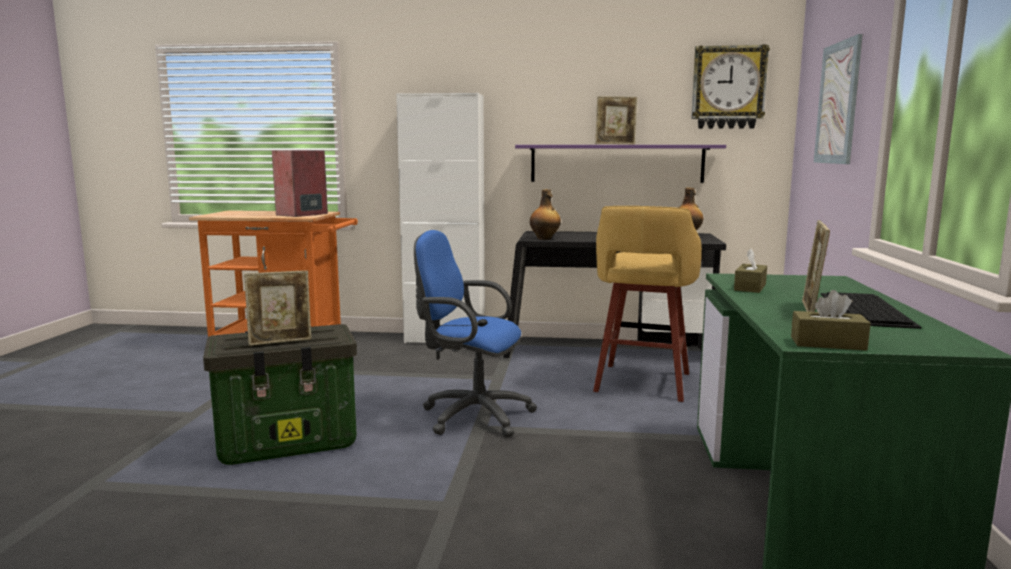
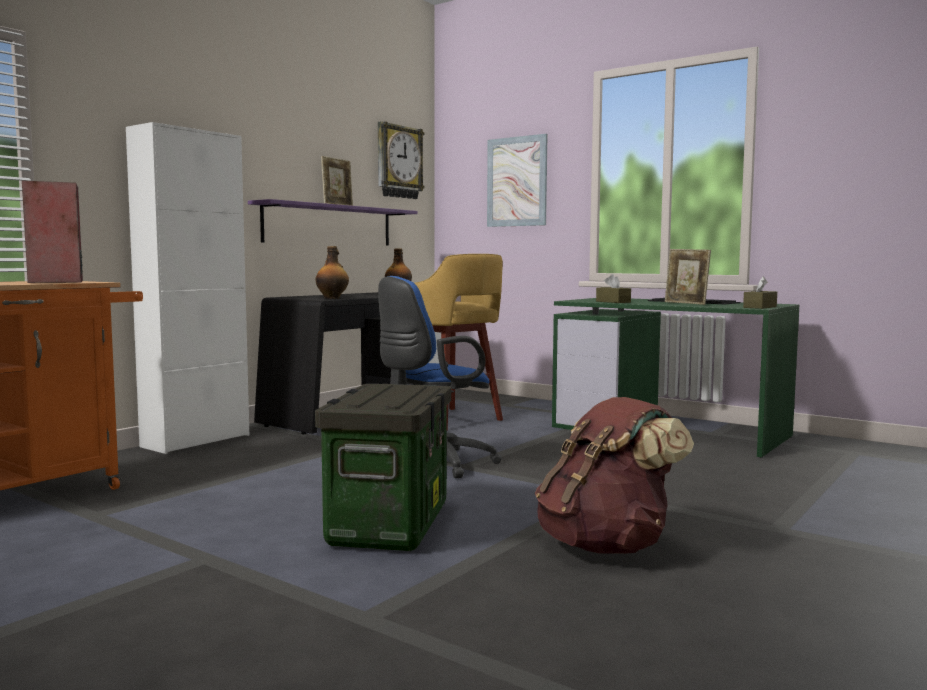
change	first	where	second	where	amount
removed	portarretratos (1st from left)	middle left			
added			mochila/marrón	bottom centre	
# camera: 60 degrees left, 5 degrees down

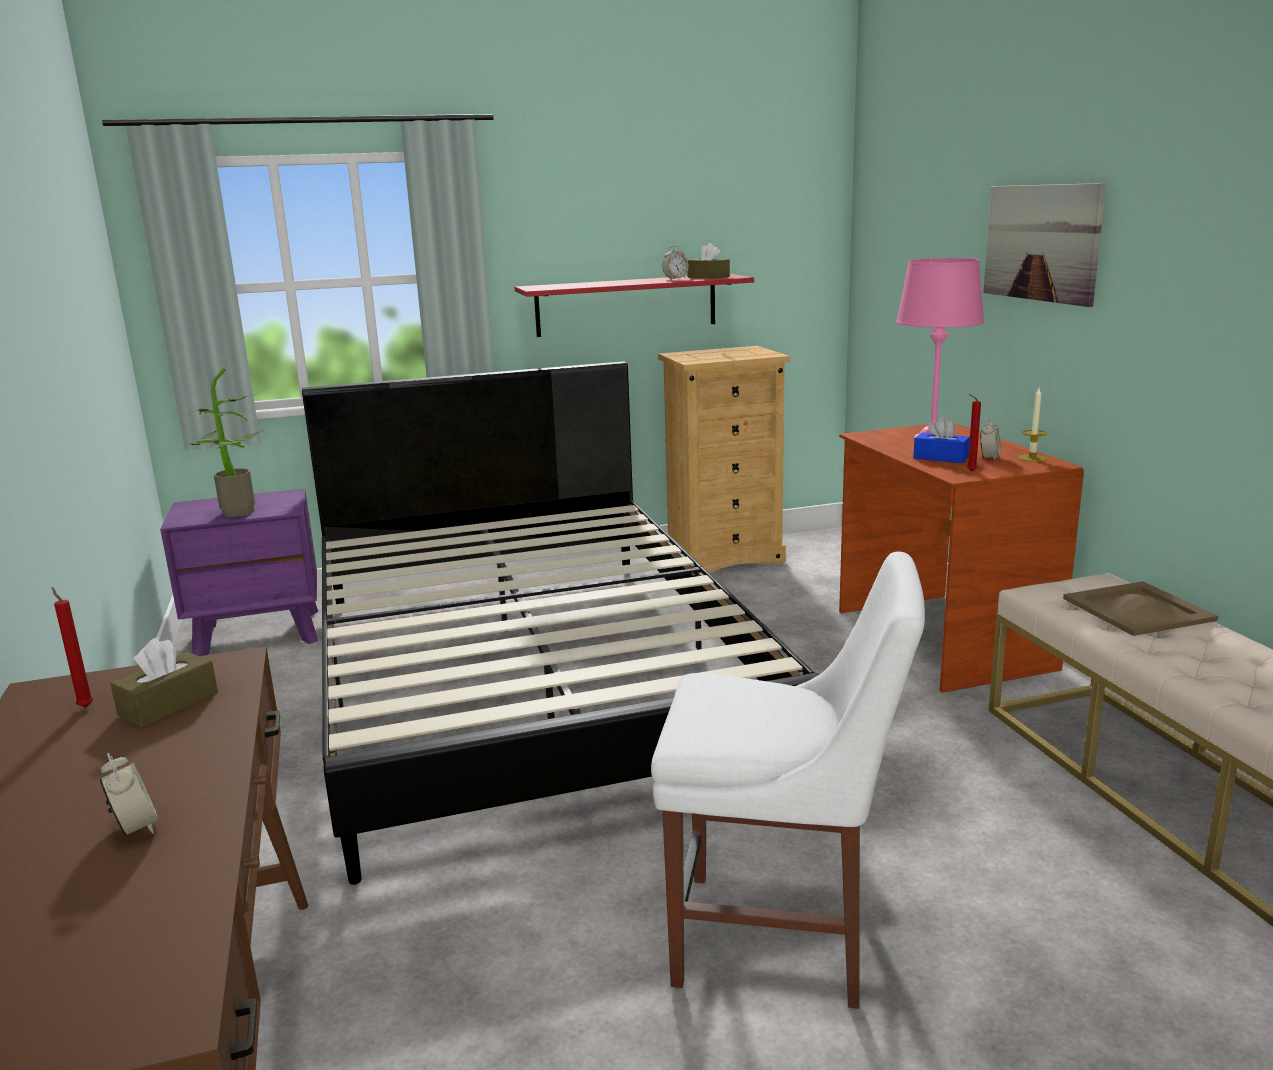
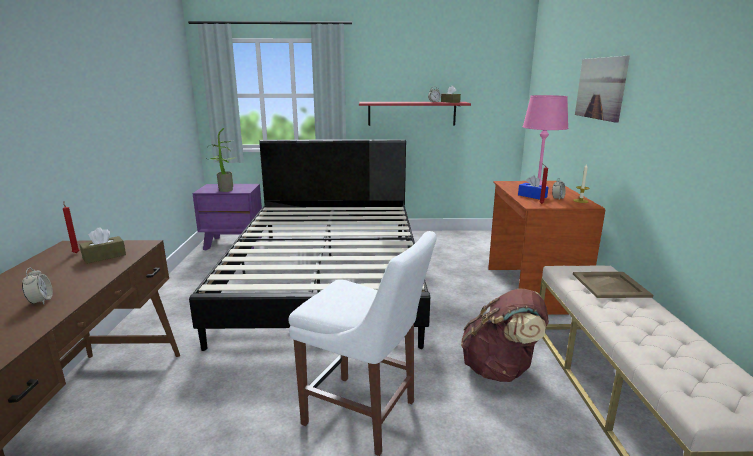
change	first	where	second	where	amount
removed	cómoda/beis	centre			
added			mochila/marrón	bottom right	
# camera: 15 degrees right, 0 degrees up

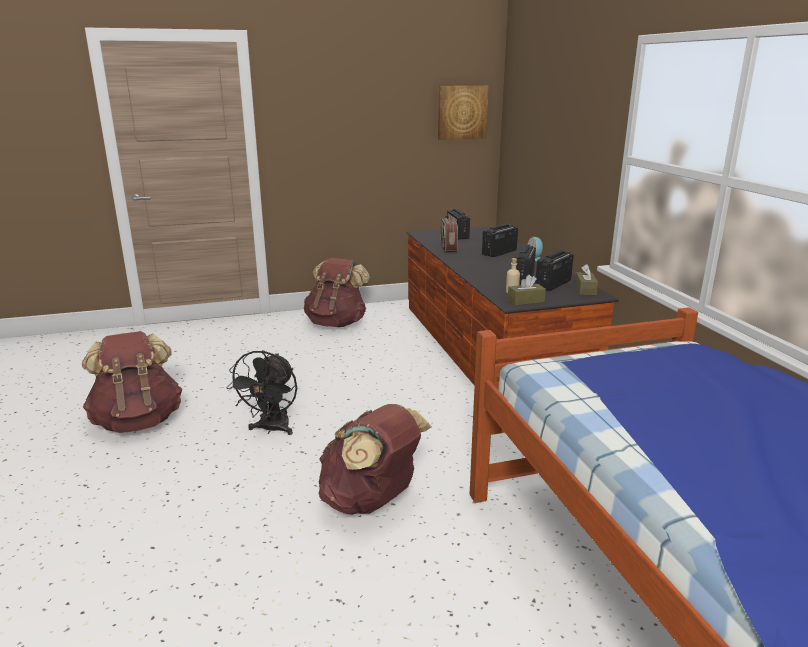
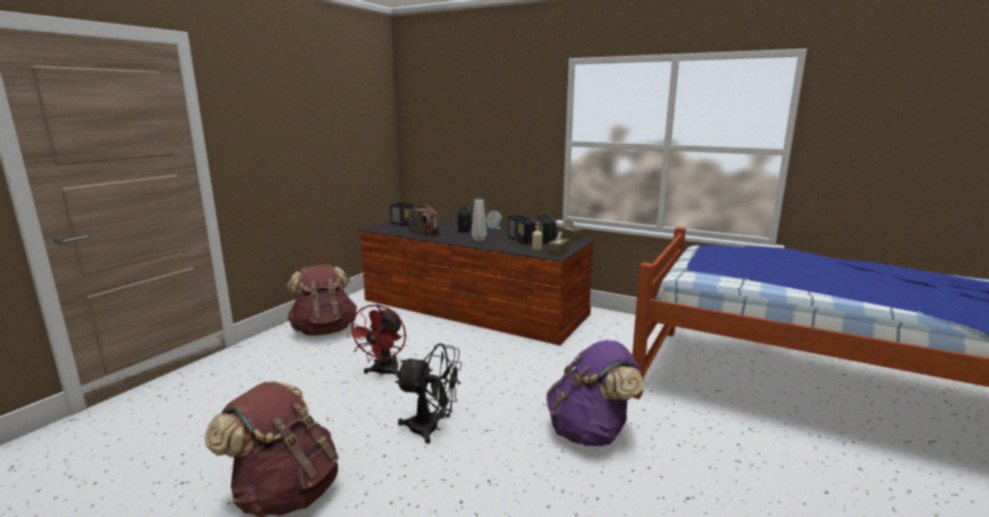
change	first	where	second	where	amount
turned	ventilador/negro	middle left		bottom centre	45 degrees counterclockwise
recoloured	mochila/marrón (3rd from left)	bottom centre	mochila/morado	bottom centre	
removed	cuadro	top centre			
added			ventilador/rojo	centre	
added			florero/gris	centre	
# camera: 45 degrees left, 5 degrees down

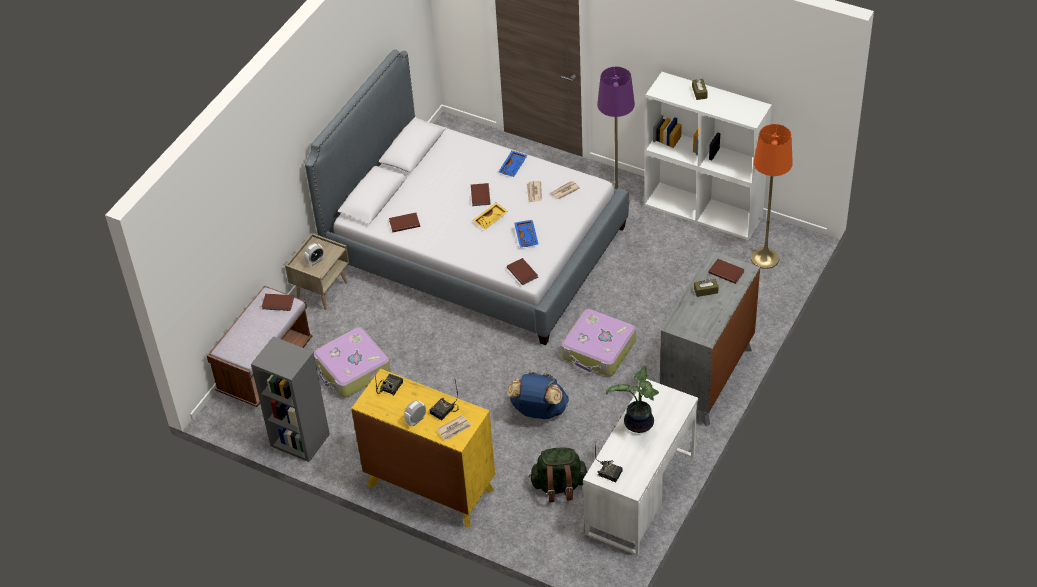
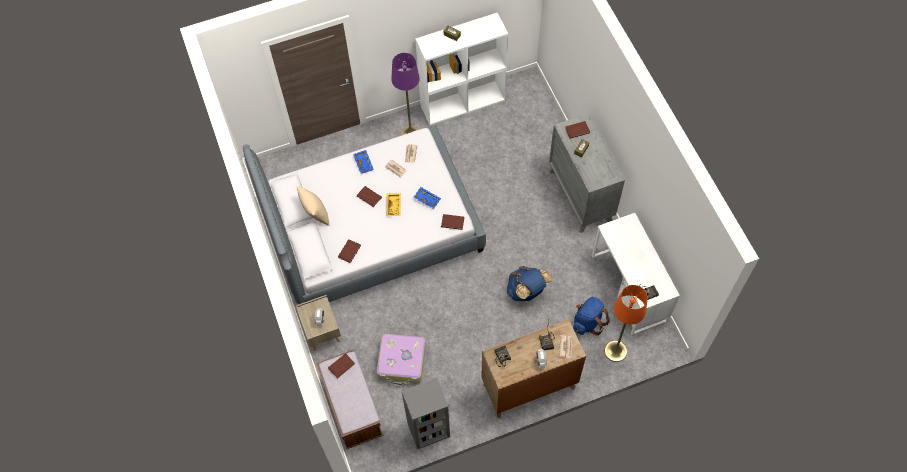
change	first	where	second	where	amount
recoloured	cómoda/amarillo	bottom centre	cómoda/marrón	bottom centre	
recoloured	mochila/verde	bottom centre	mochila/azul (2nd from left)	bottom centre	
removed	maleta (2nd from left)	centre			
removed	planta en maceta	bottom centre			
moved	lámpara de pie/naranja	middle right		bottom right	
added			cojín/beis	centre	
# camera: 50 degrees left, 15 degrees up

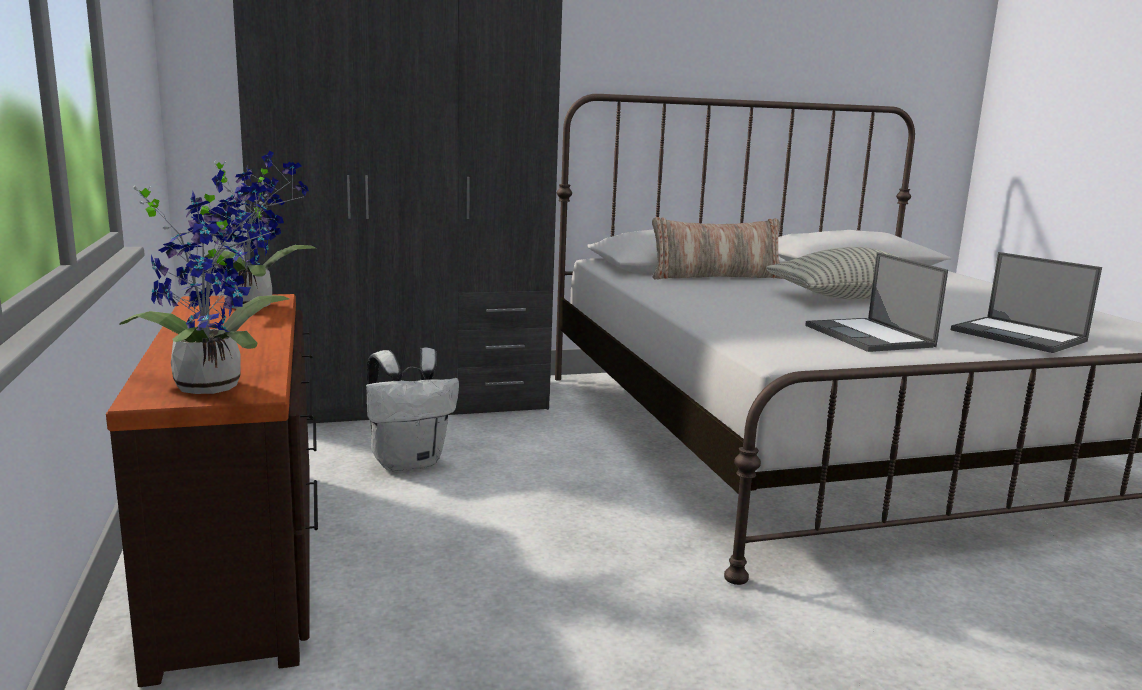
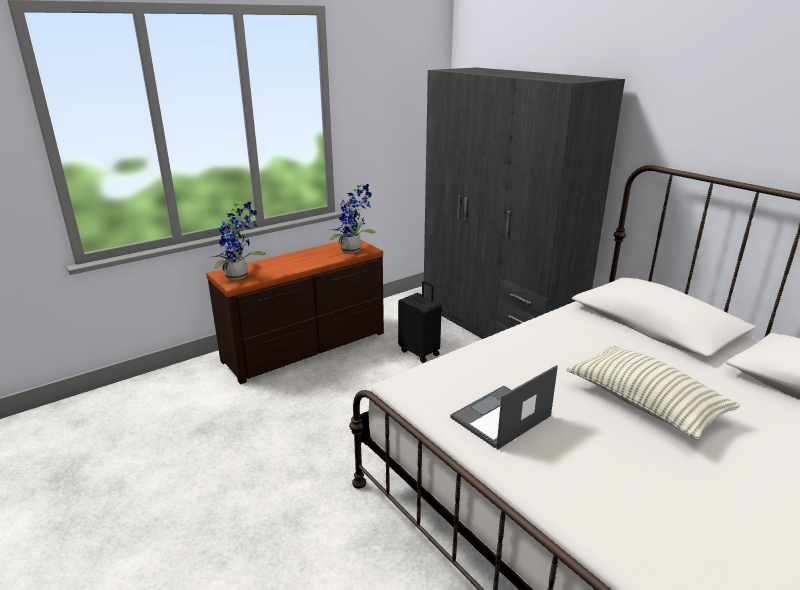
change	first	where	second	where	amount
replaced	mochila/blanco	centre	maleta/negro	centre	
removed	cojín (1st from left)	centre			
removed	portátil (2nd from left)	middle right			
# camera: 70 degrees right, 10 degrees up

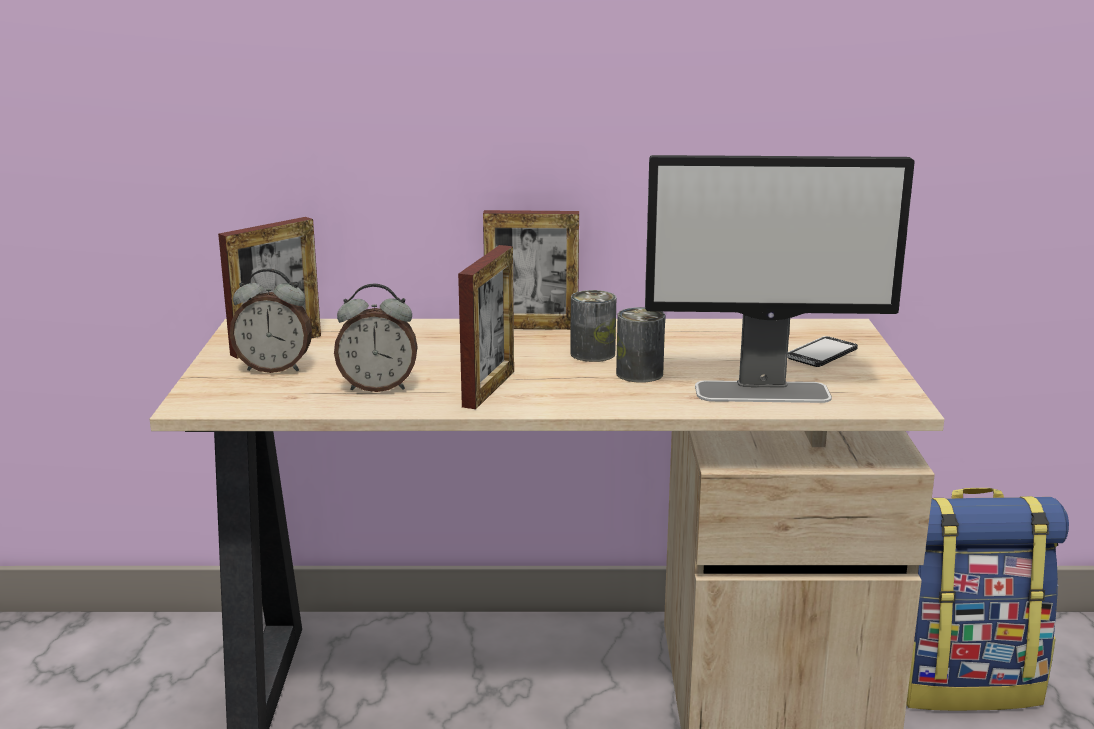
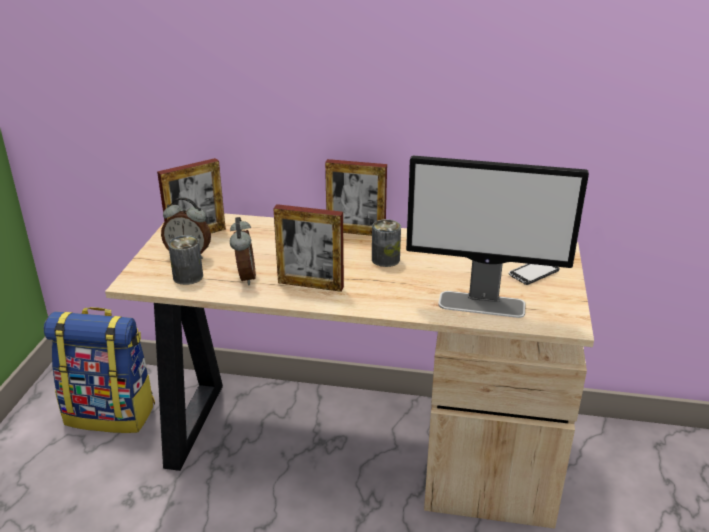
change	first	where	second	where	amount
turned	despertador (2nd from left)	centre		centre	105 degrees counterclockwise
turned	portarretratos (2nd from left)	centre		centre	75 degrees clockwise
moved	lata (2nd from left in the first image)	centre	lata (1st from left)	middle left	
moved	mochila	bottom right		bottom left	
# camera: 10 degrees right, 10 degrees up

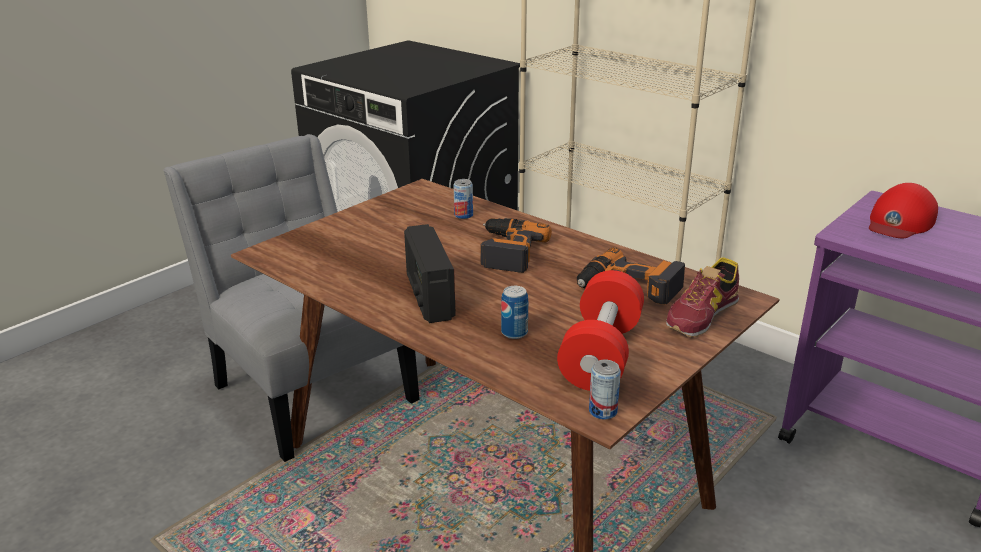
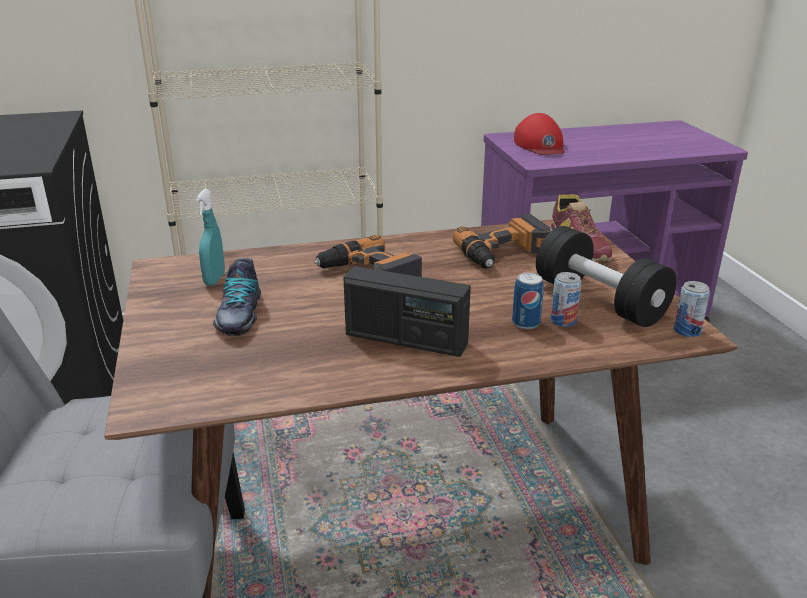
change	first	where	second	where	amount
moved	lata (1st from left in the first image)	centre	lata (2nd from left)	middle right	
recoloured	mancuerna/rojo	centre	mancuerna/negro	middle right	
added			pulverizador/turquesa	middle left	
added			zapato (1st from left)	middle left	
# camera: 55 degrees left, 0 degrees up

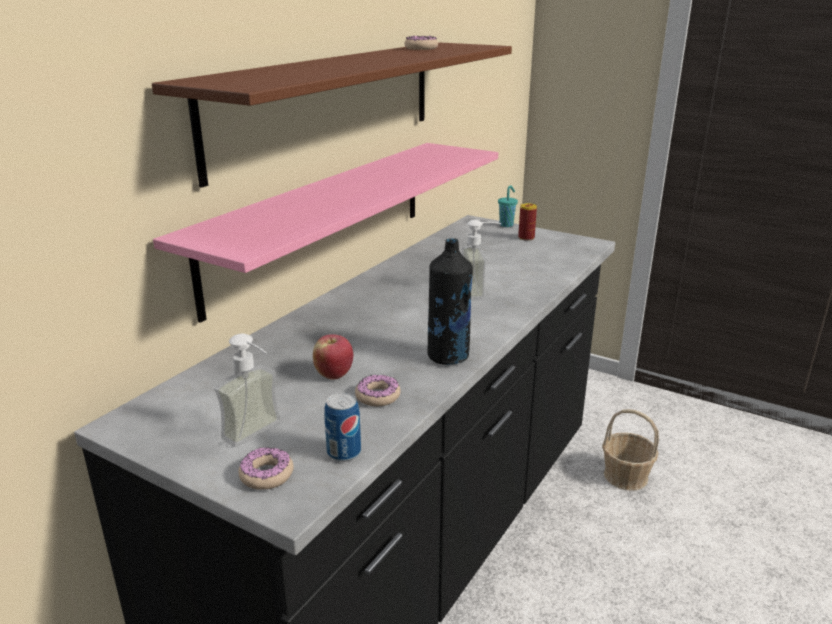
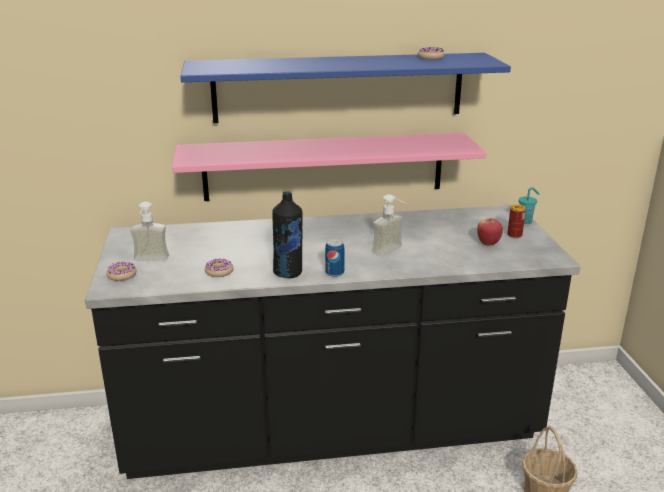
change	first	where	second	where	amount
recoloured	estante/marrón	top centre	estante/azul	top centre	
moved	manzana	centre		middle right	
moved	lata (1st from left)	bottom centre		centre	
# camera: 50 degrees right, 0 degrees up

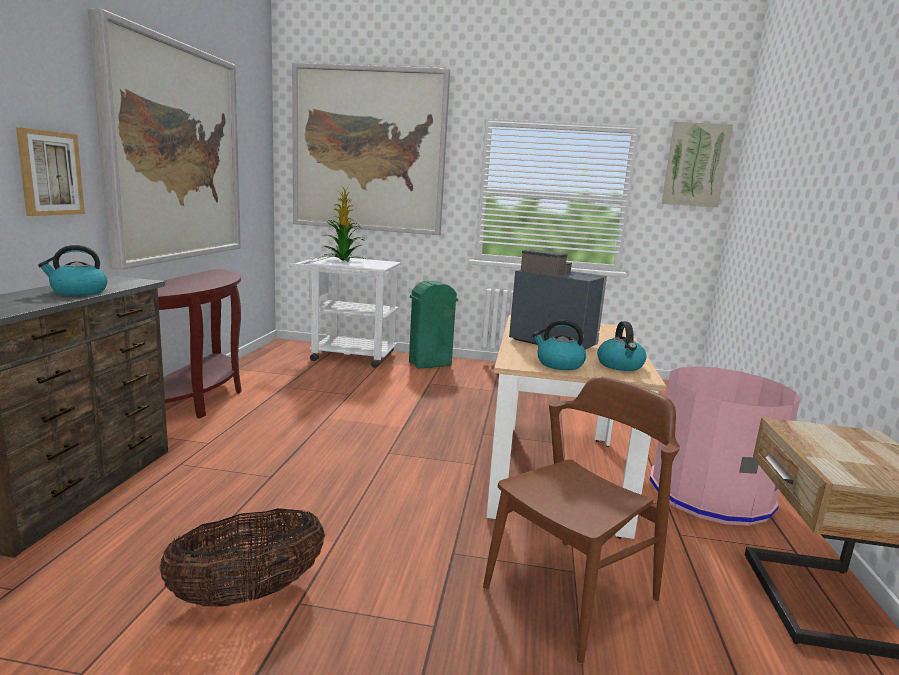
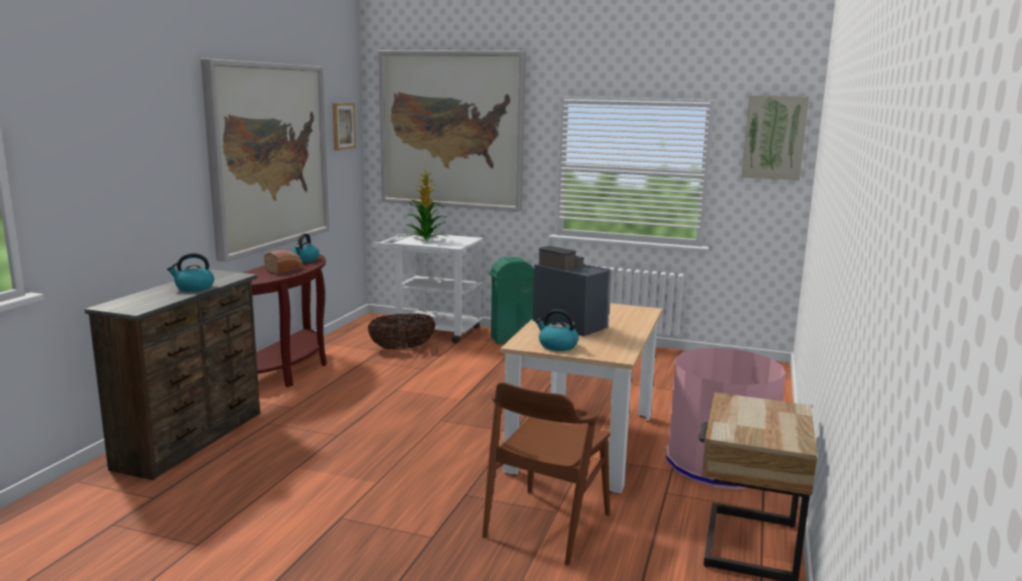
change	first	where	second	where	amount
moved	cuadro (1st from left in the first image)	top left	cuadro (2nd from left)	top centre	
moved	cesta	bottom left		centre	
turned	silla/marrón	bottom centre		bottom centre	150 degrees clockwise
moved	hervidor (3rd from left in the first image)	middle right	hervidor (2nd from left)	middle left	
added			pan	middle left	
# camera: 10 degrees right, 0 degrees up

